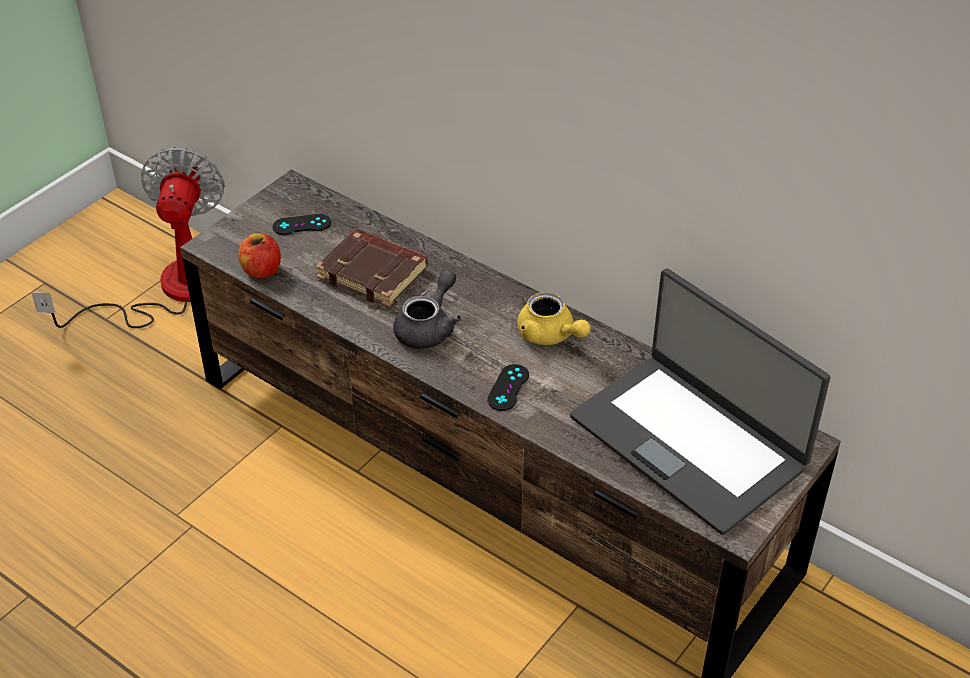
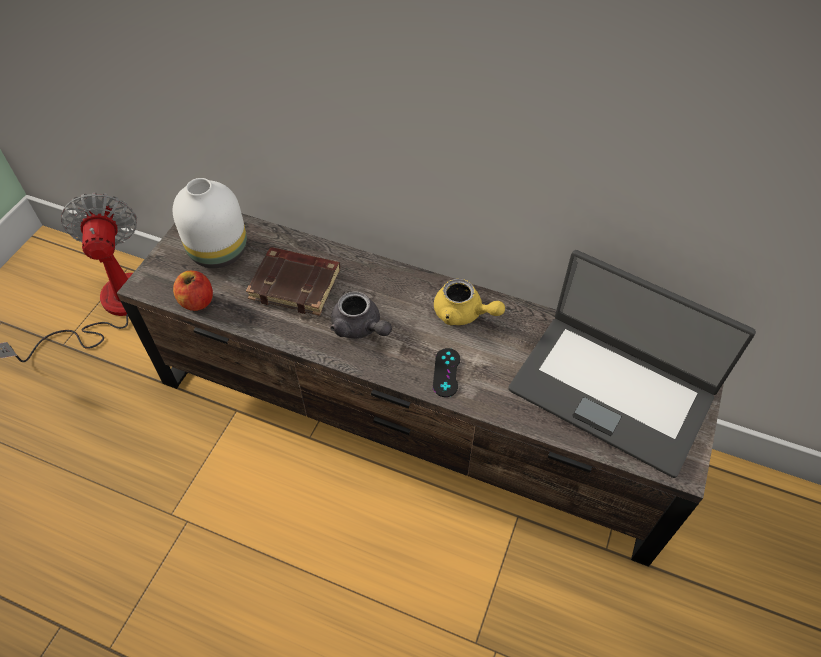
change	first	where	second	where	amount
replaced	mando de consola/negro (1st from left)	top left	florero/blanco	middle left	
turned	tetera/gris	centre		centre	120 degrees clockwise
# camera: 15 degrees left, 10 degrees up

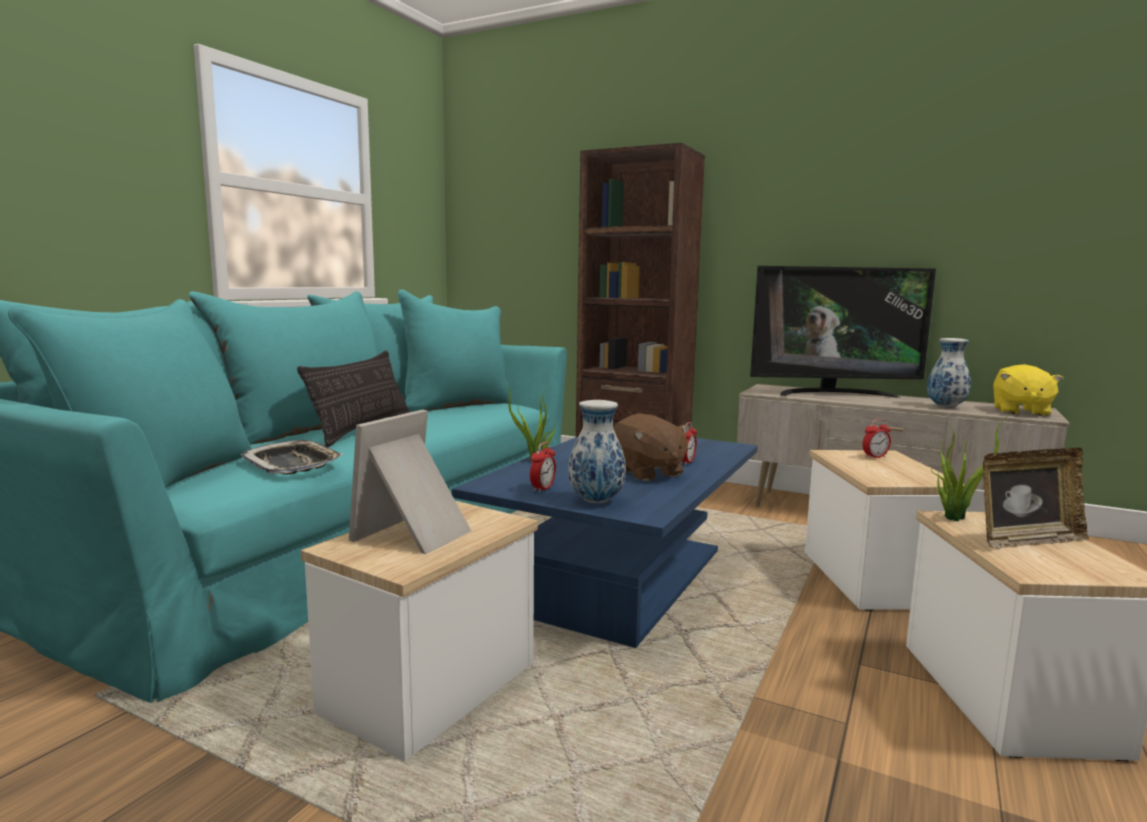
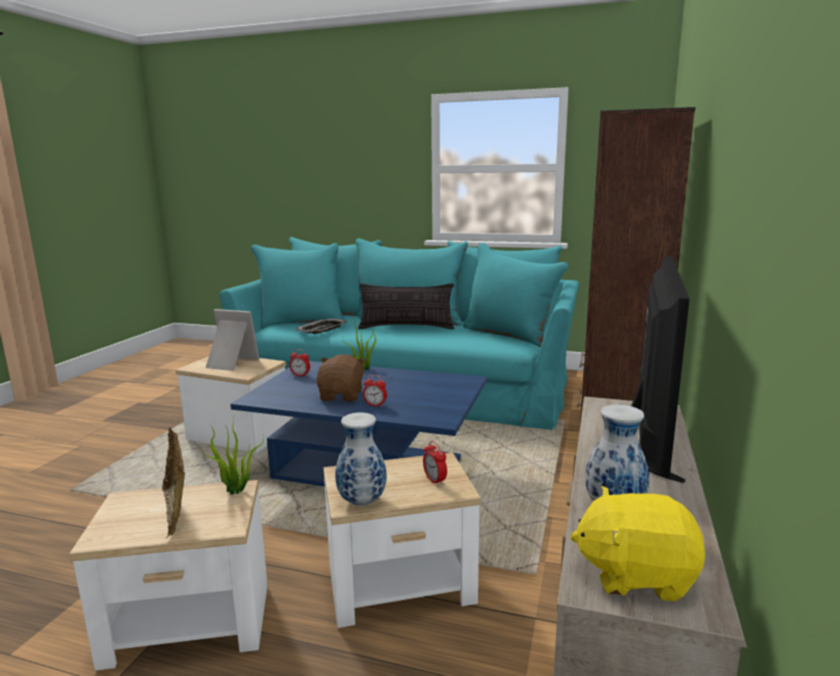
change	first	where	second	where	amount
moved	florero (1st from left)	centre		bottom centre	
turned	peluche/marrón	centre		centre	135 degrees clockwise
turned	televisor	middle right		middle right	150 degrees counterclockwise
# camera: 80 degrees right, 5 degrees up

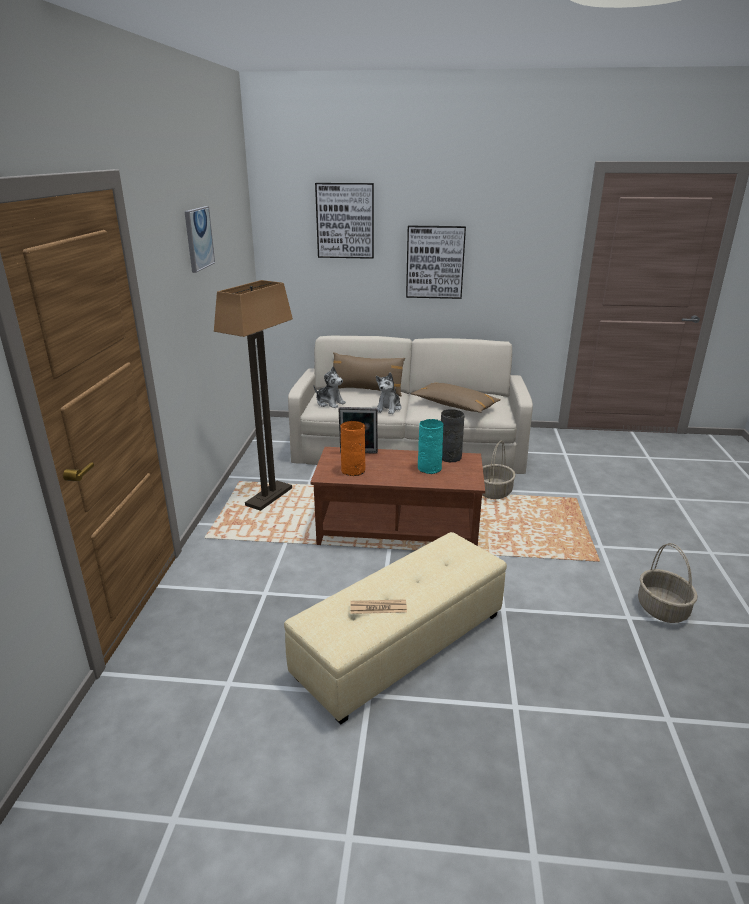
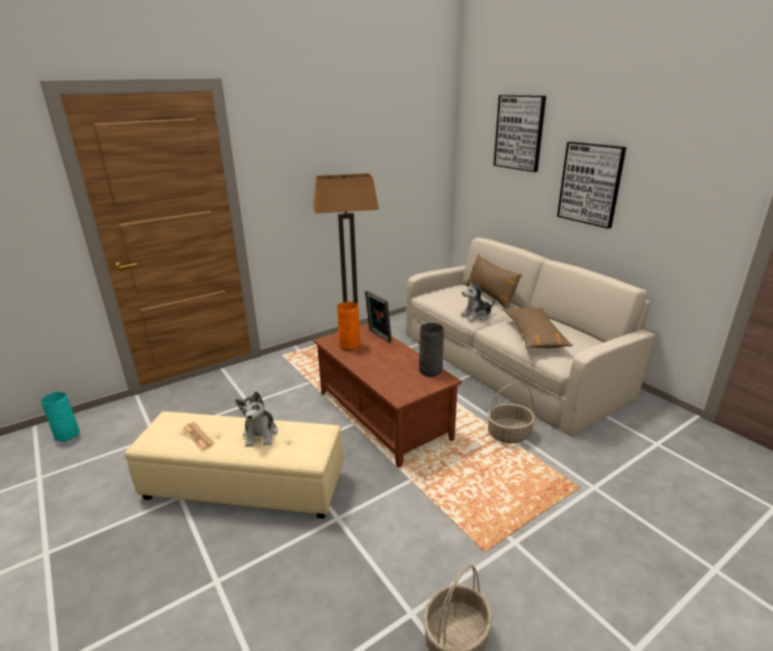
change	first	where	second	where	amount
removed	cuadro (1st from left)	top left			
moved	peluche (1st from left)	centre		middle left	
moved	florero/turquesa	centre		middle left	
# camera: 50 degrees right, 0 degrees up

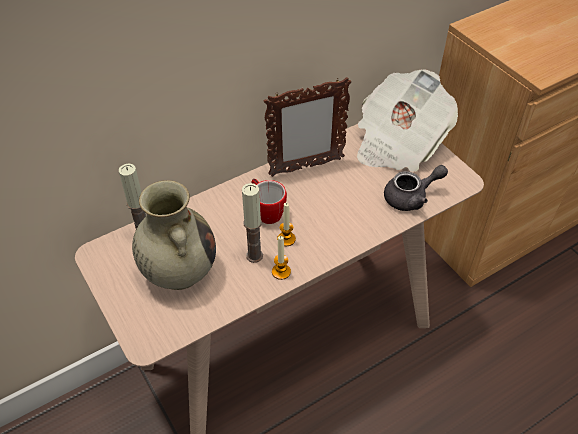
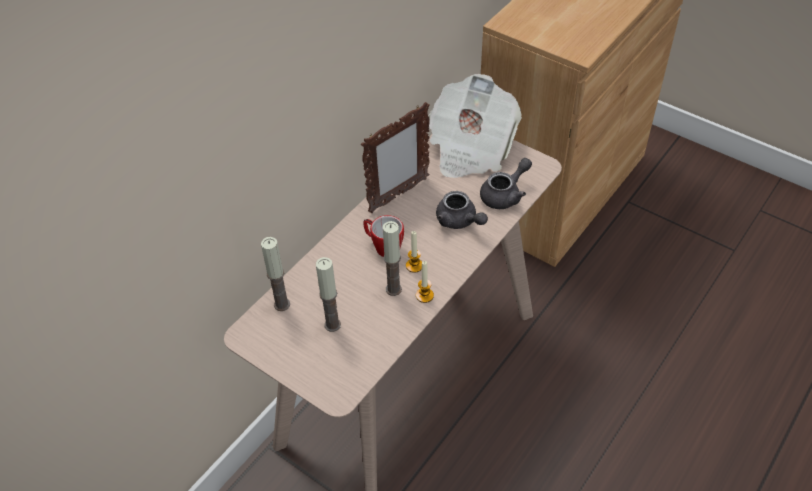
change	first	where	second	where	amount
replaced	florero/beis	middle left	vela (2nd from left)	centre	
added			tetera/gris (1st from left)	centre	
# camera: 20 degrees left, 0 degrees up

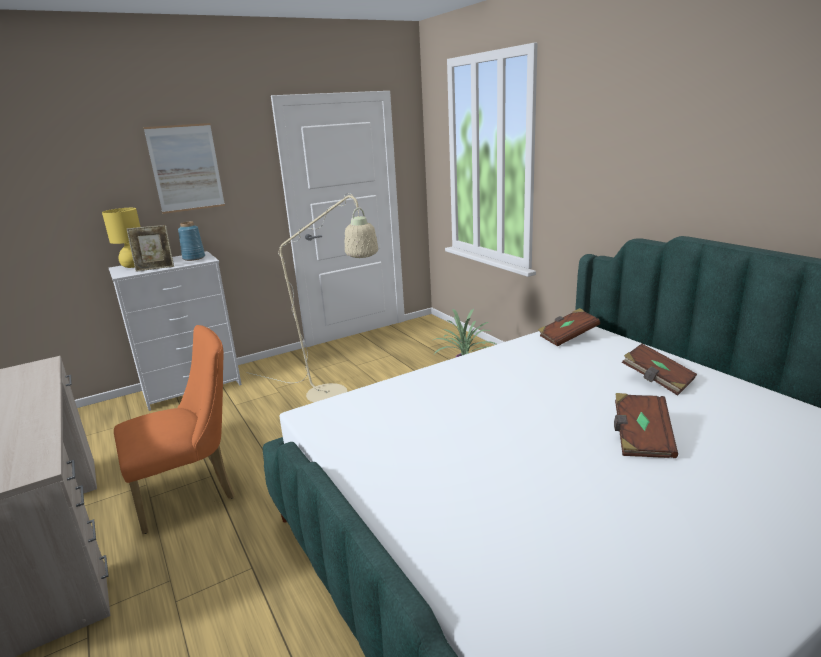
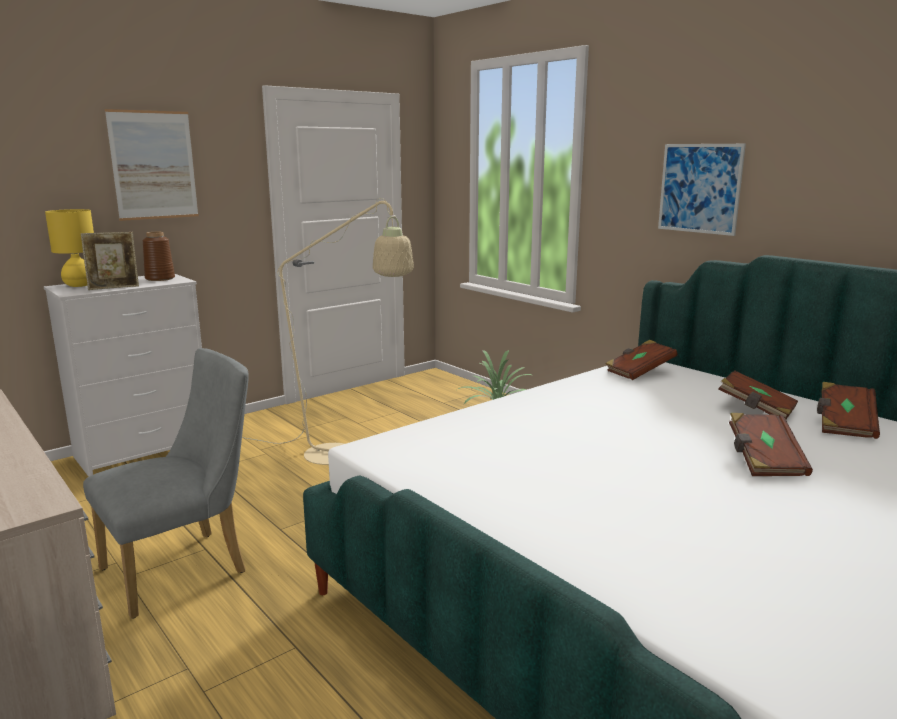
change	first	where	second	where	amount
recoloured	silla/naranja	middle left	silla/gris	bottom left	
recoloured	florero/azul	middle left	florero/marrón	middle left	
added			cuadro (2nd from left)	top right	
added			libro/marrón (4th from left)	middle right	
# camera: 10 degrees left, 5 degrees down

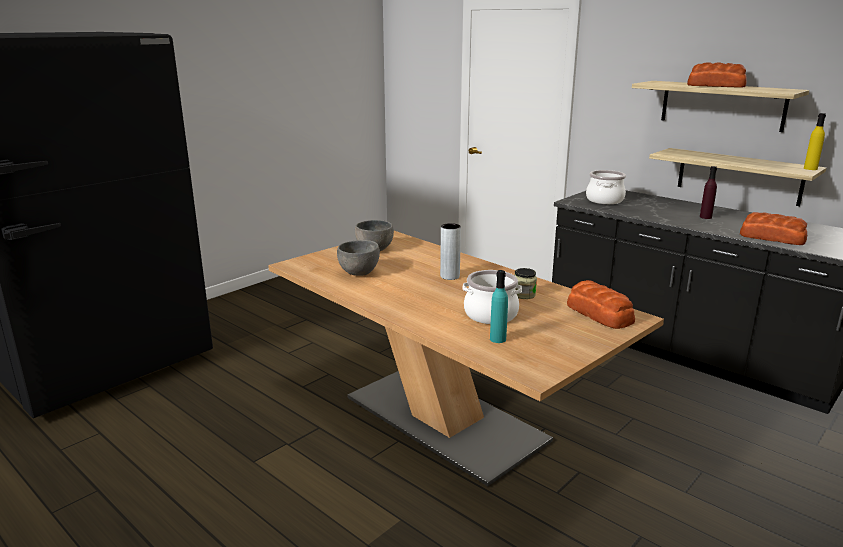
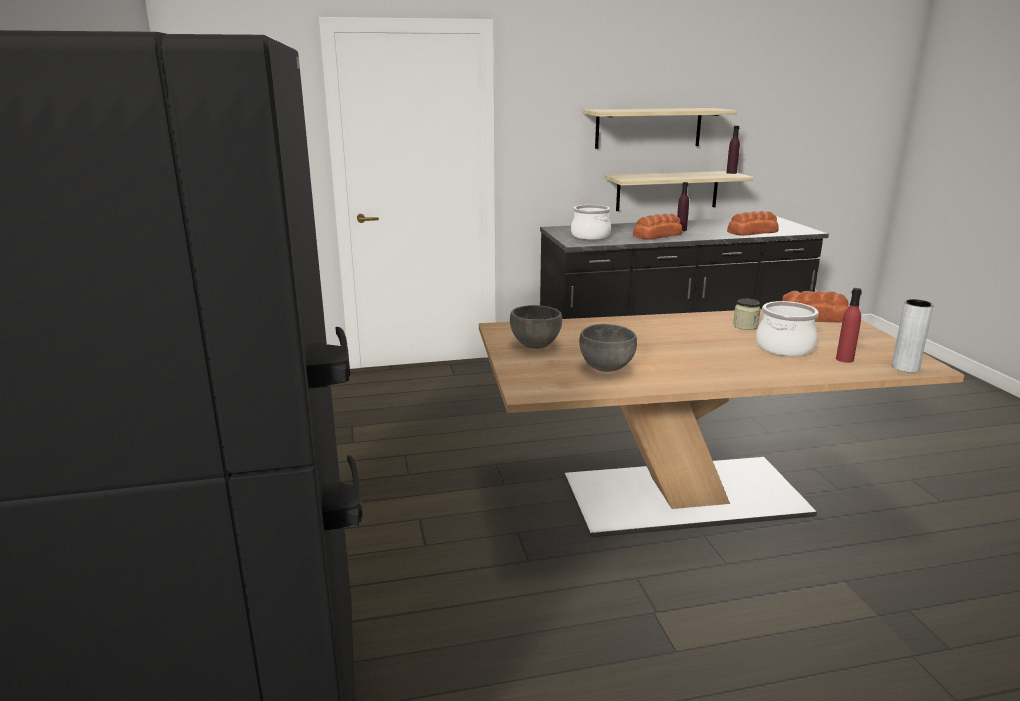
change	first	where	second	where	amount
moved	florero/gris	centre		middle right	
recoloured	botella/turquesa	centre	botella/rojo	middle right	
moved	pan (2nd from left in the first image)	top right	pan (1st from left)	top centre	
recoloured	botella/amarillo	top right	botella/morado (2nd from left)	top right	
# camera: 55 degrees left, 0 degrees up

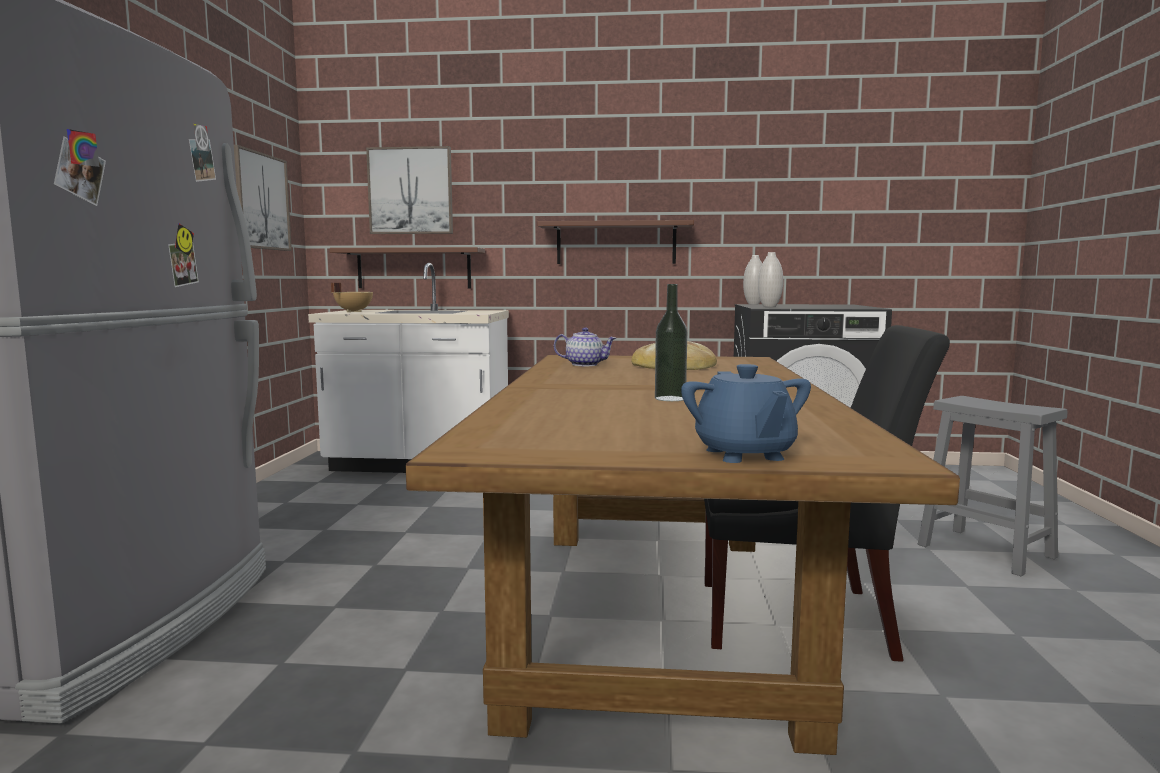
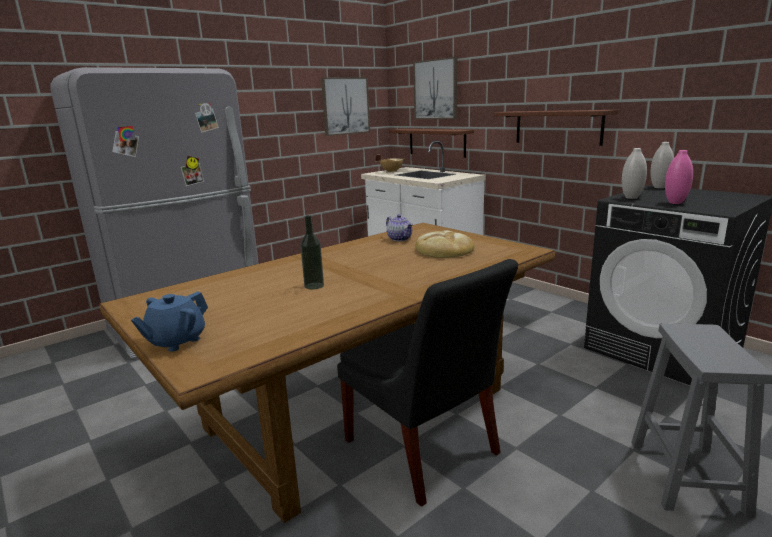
change	first	where	second	where	amount
added			florero/rosa	top right	
# camera: 45 degrees right, 10 degrees up

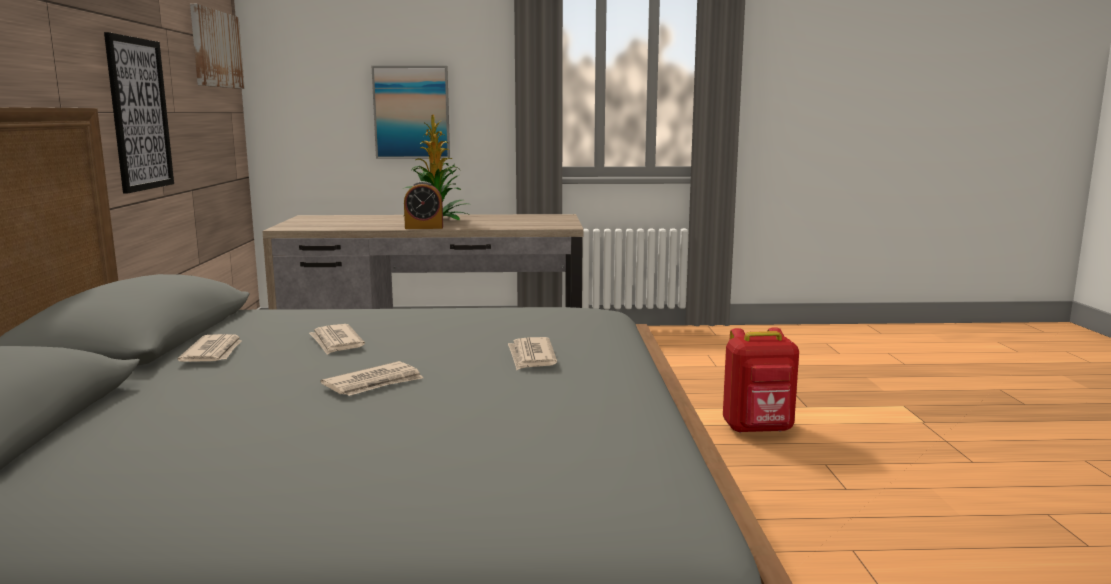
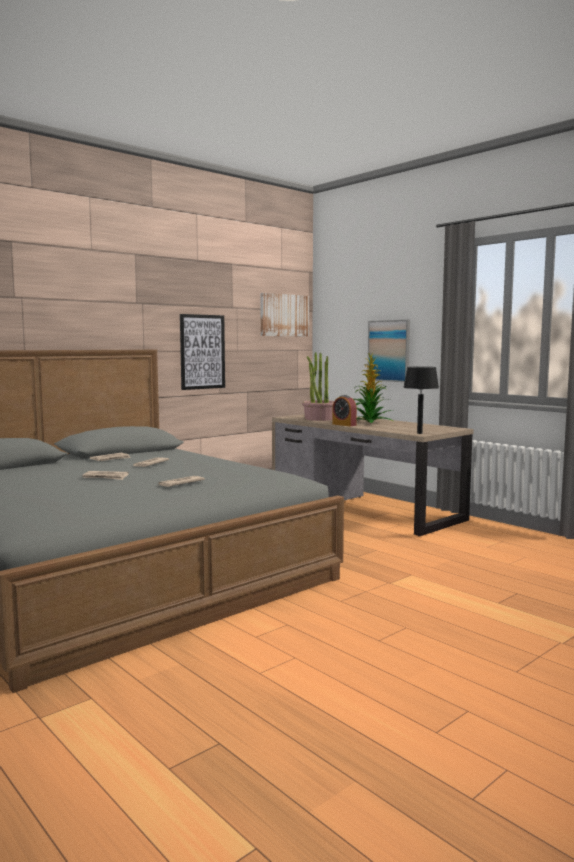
change	first	where	second	where	amount
removed	mochila/rojo	middle right			
added			planta en maceta (1st from left)	centre	
added			lámpara de mesa/negro	middle right	
# camera: 50 degrees right, 5 degrees down

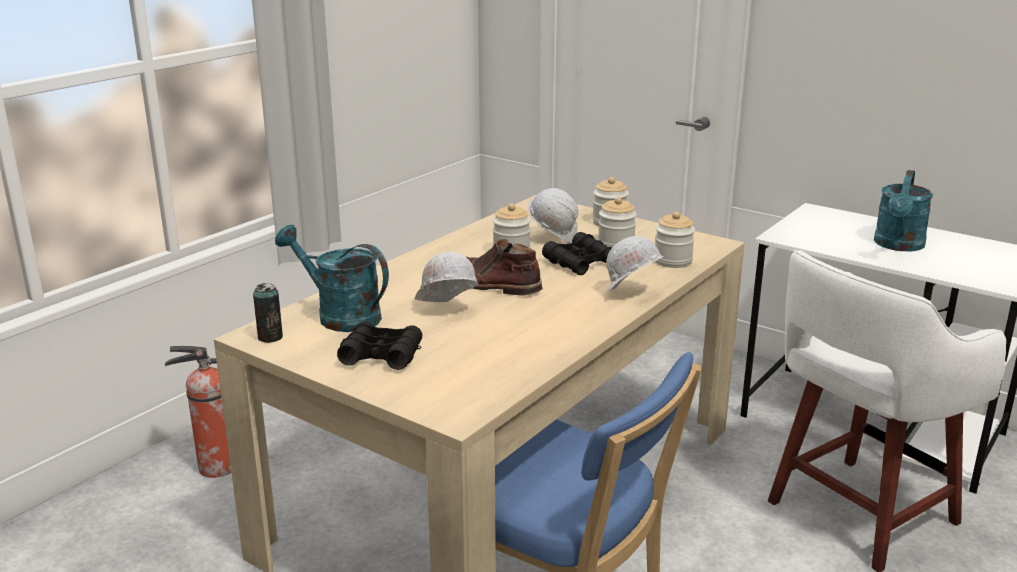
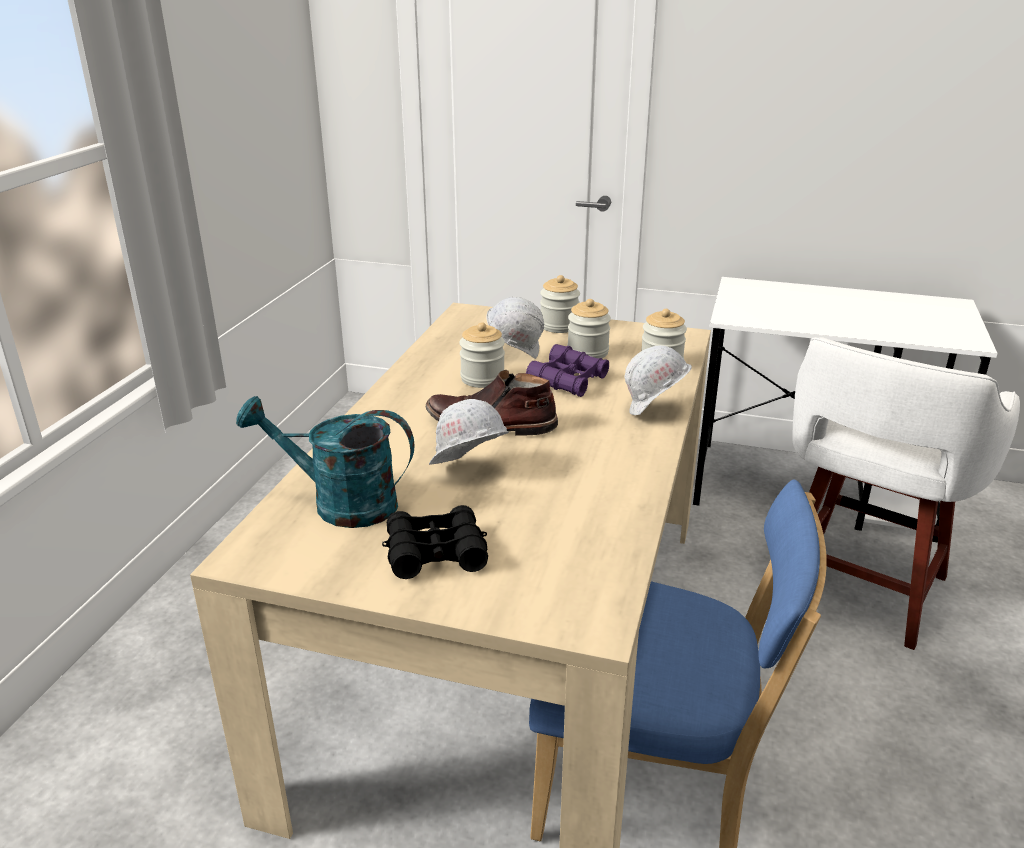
change	first	where	second	where	amount
removed	extintor	bottom left			
removed	lata	middle left			
recoloured	prismáticos/negro (2nd from left)	centre	prismáticos/morado	centre	
removed	regadera/turquesa (2nd from left)	middle right			
# camera: 20 degrees left, 5 degrees up

